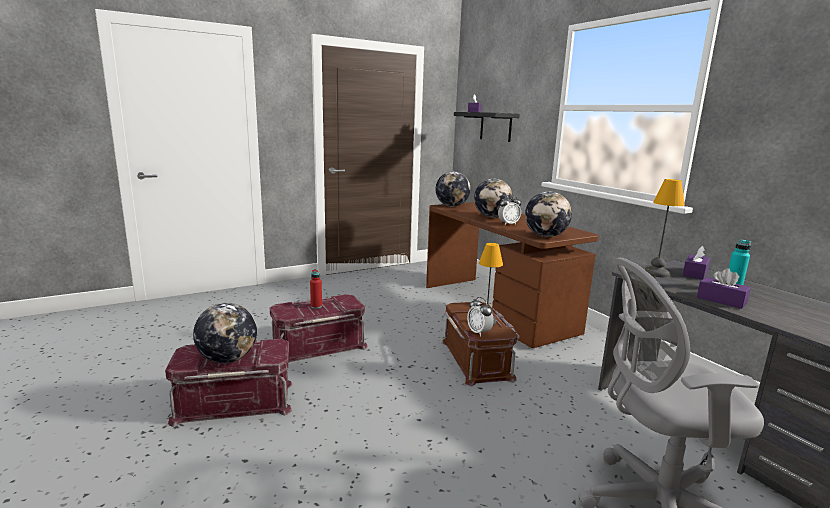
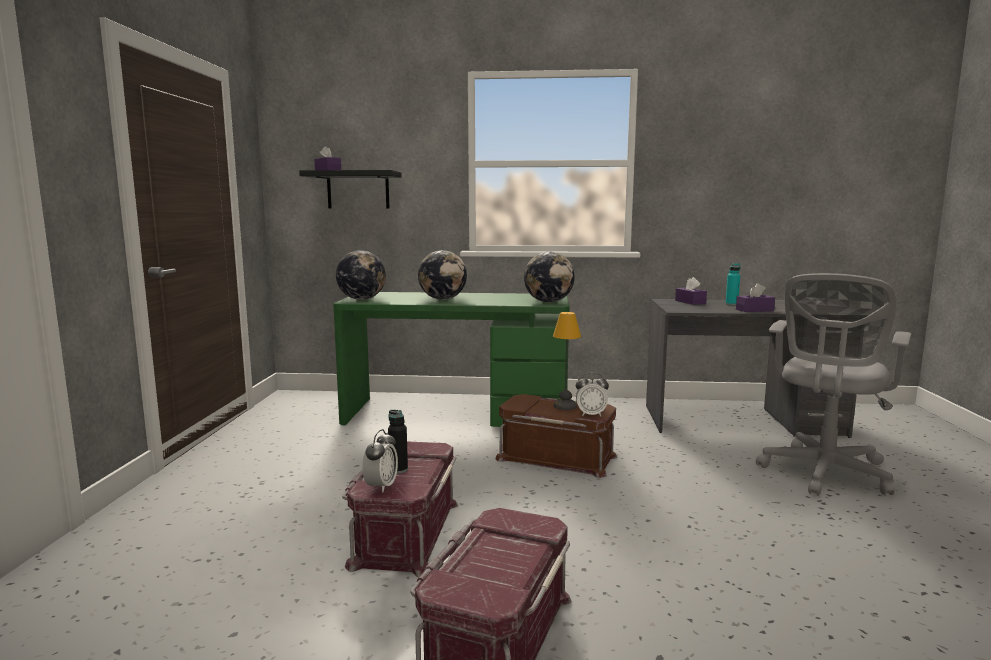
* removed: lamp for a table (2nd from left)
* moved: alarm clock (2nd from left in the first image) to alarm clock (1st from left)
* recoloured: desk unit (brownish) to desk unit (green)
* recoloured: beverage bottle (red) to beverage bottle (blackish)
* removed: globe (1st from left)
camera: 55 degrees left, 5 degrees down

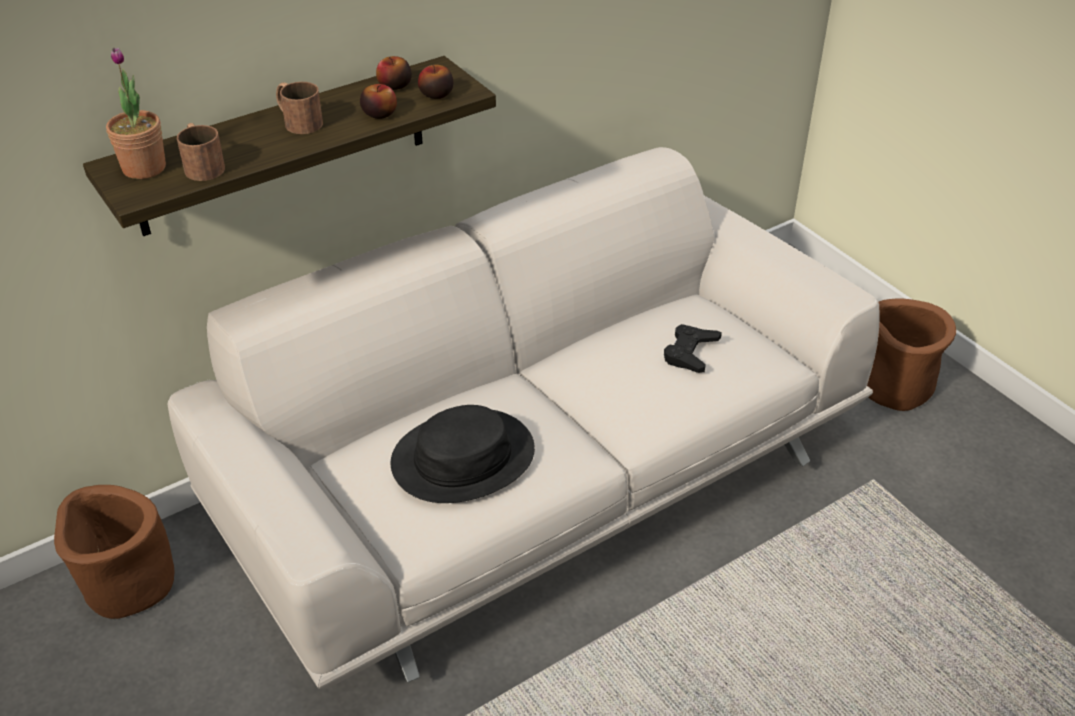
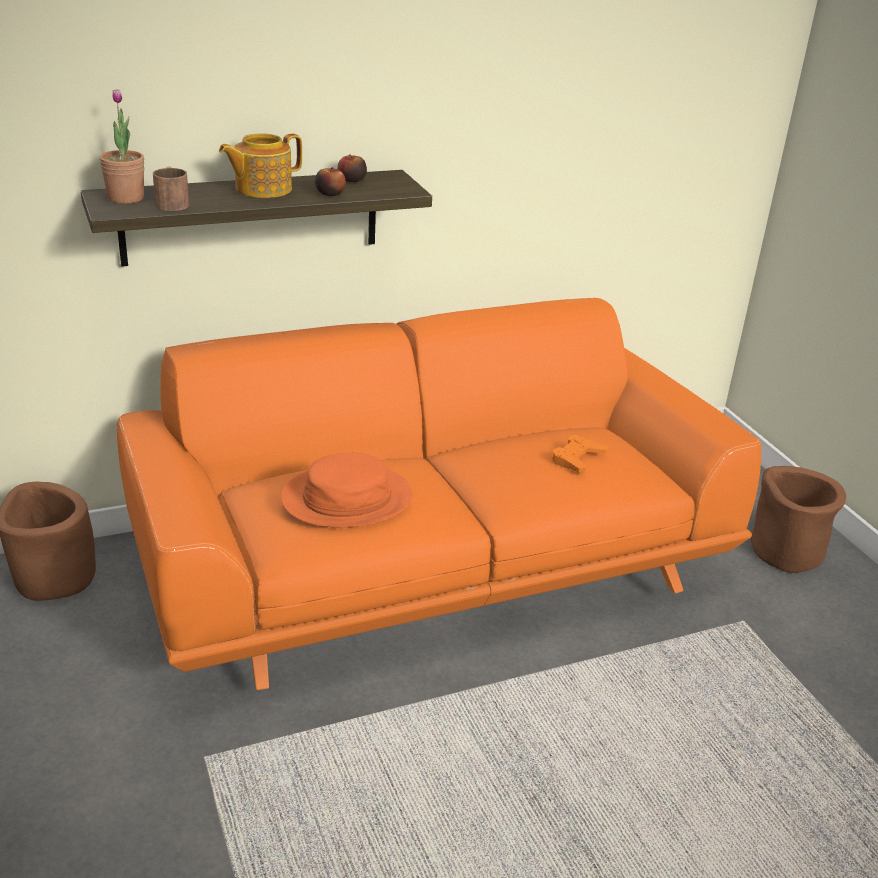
* removed: apple fruit (3rd from left)
* replaced: coffee mug (brownish) (2nd from left) to tea pot
* recoloured: couch (white-coloured) to couch (orange)
* recoloured: game controller (blackish) to game controller (orange)
* recoloured: hat (blackish) to hat (orange)
camera: 10 degrees right, 10 degrees down

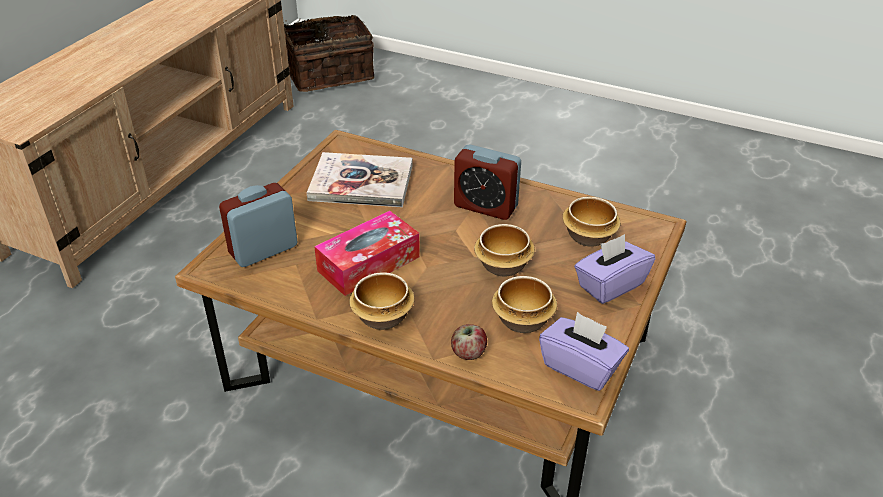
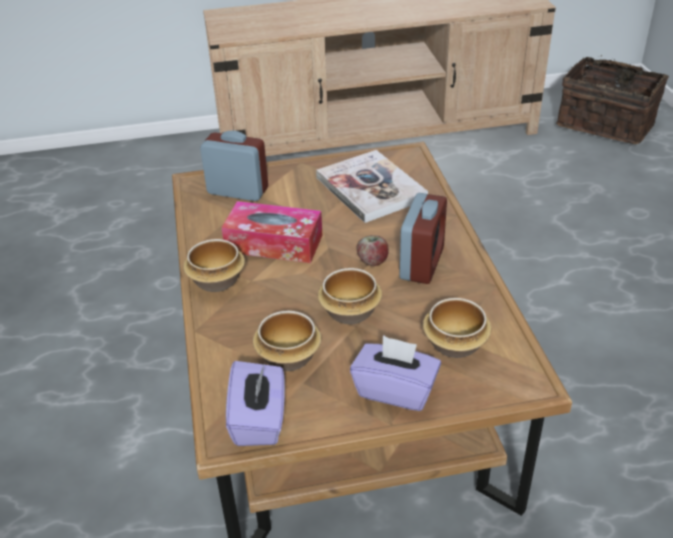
* turned: alarm clock (2nd from left) 150 degrees counterclockwise
* moved: apple fruit
camera: 55 degrees right, 0 degrees up

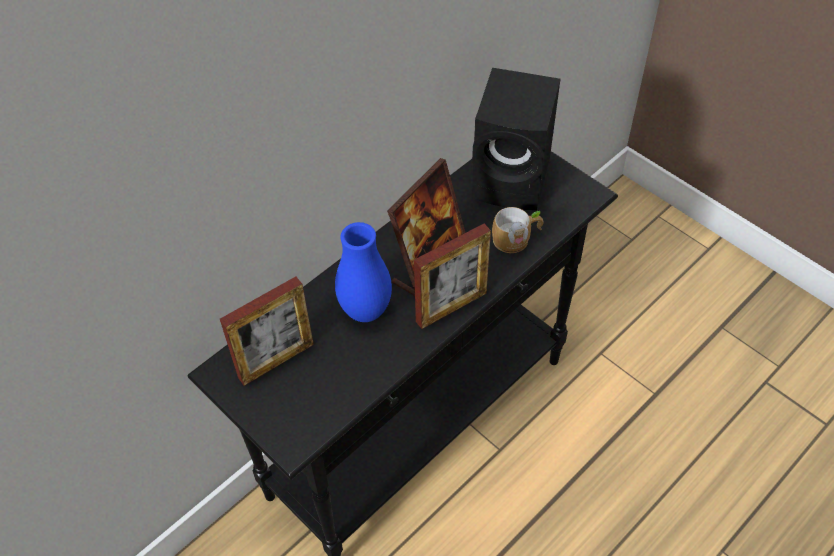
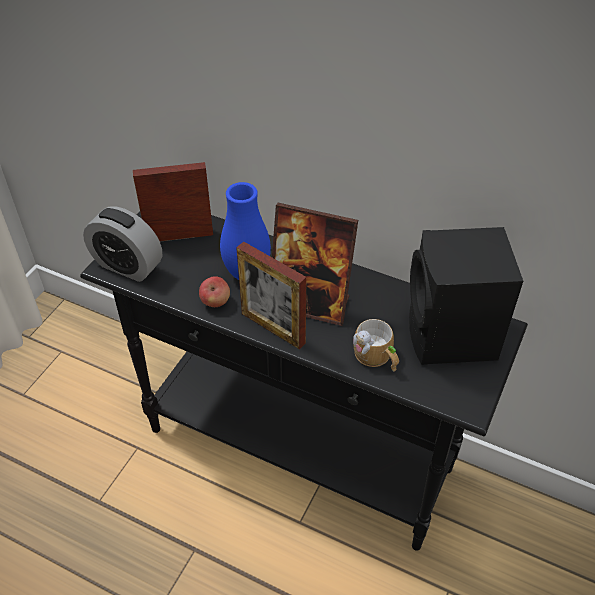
* turned: photo frame (1st from left) 135 degrees clockwise
* added: alarm clock
* added: apple fruit
camera: 70 degrees right, 5 degrees down

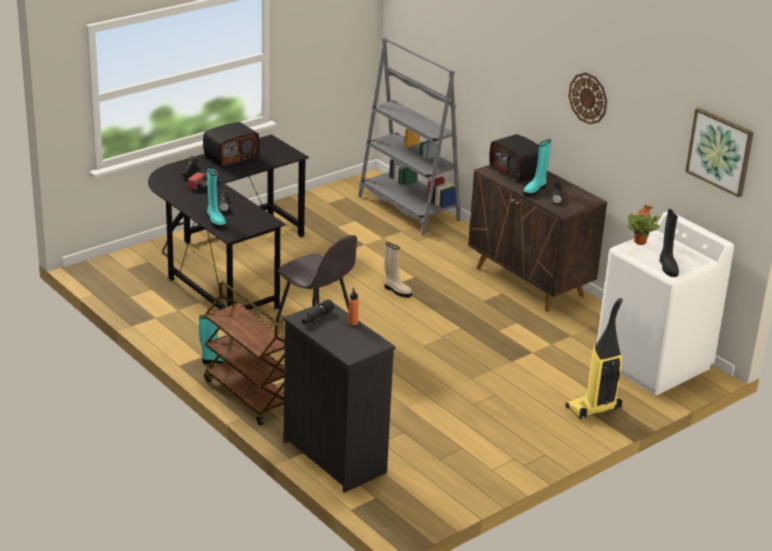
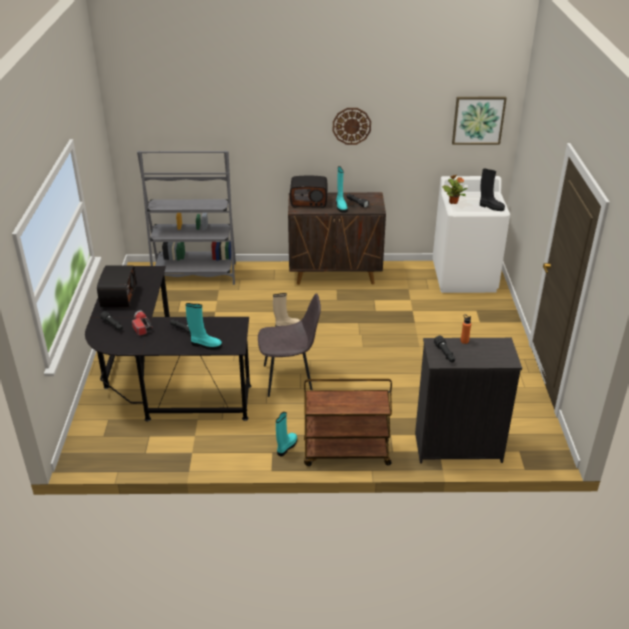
* removed: vacuum
camera: 50 degrees left, 5 degrees up

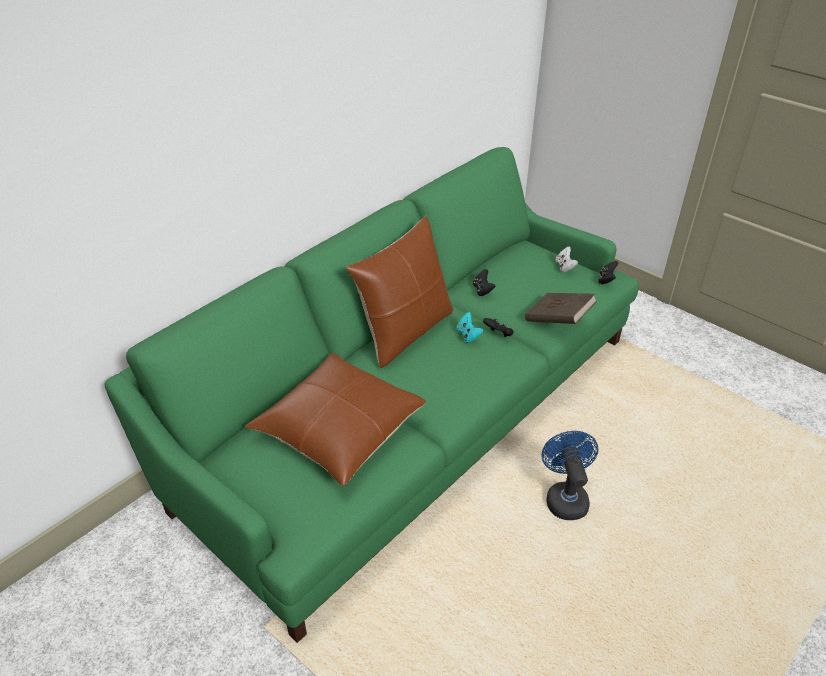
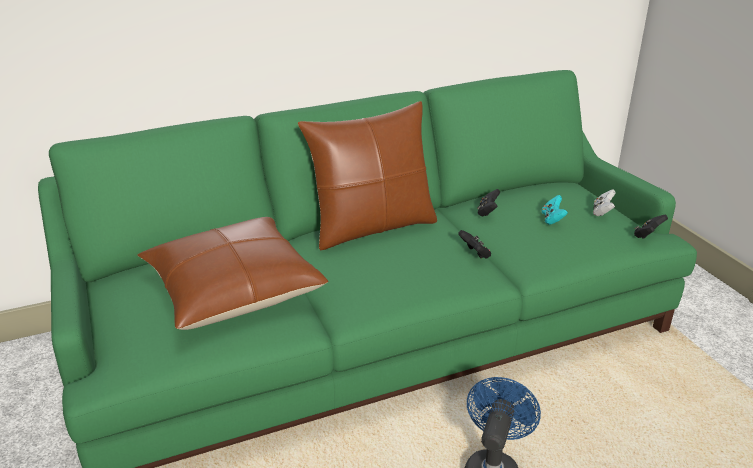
* removed: bound book (brownish)
* moved: game controller (turquoise-coloured)
camera: 25 degrees right, 10 degrees down

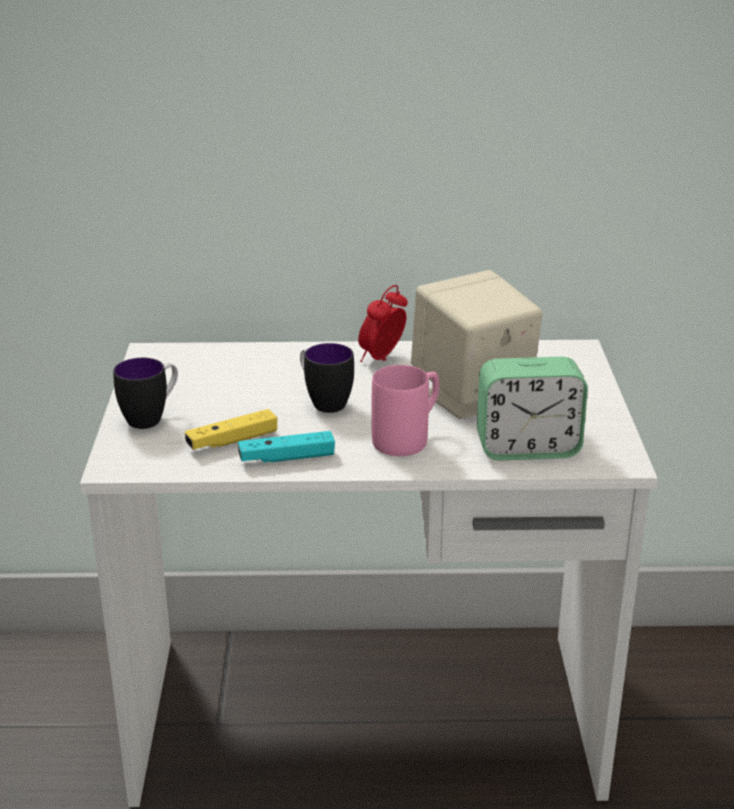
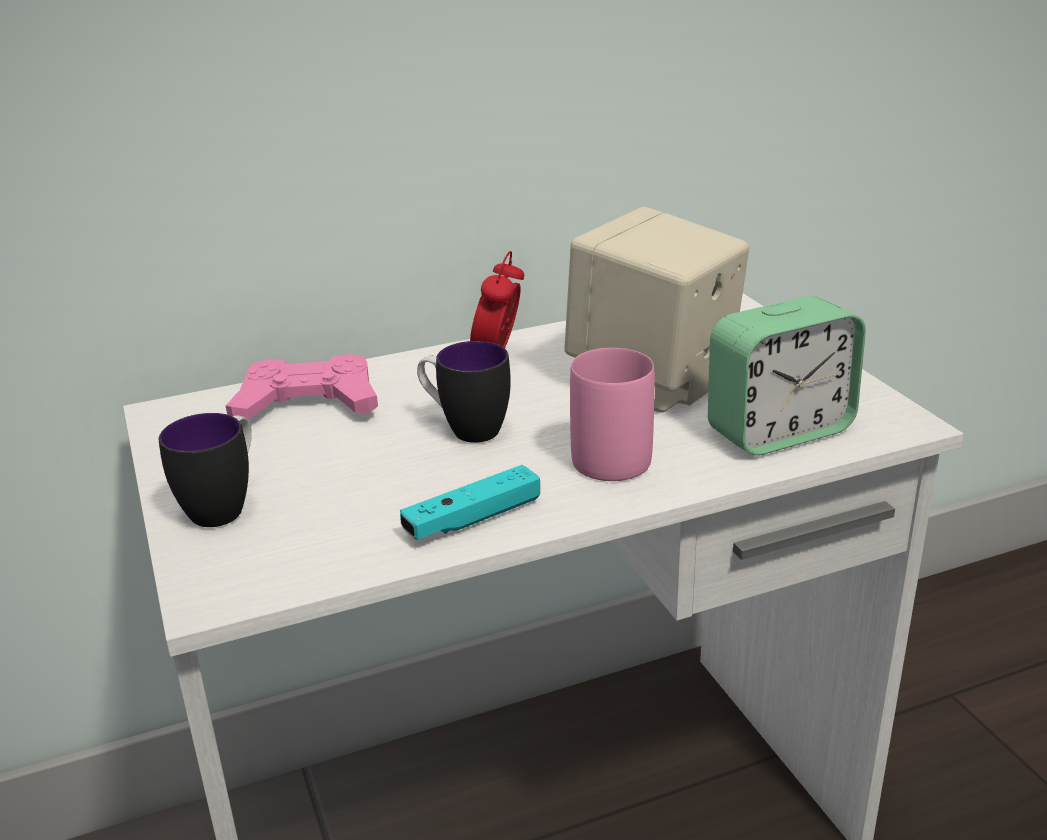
* removed: game controller (yellow)
* added: game controller (pink)
camera: 20 degrees left, 0 degrees up

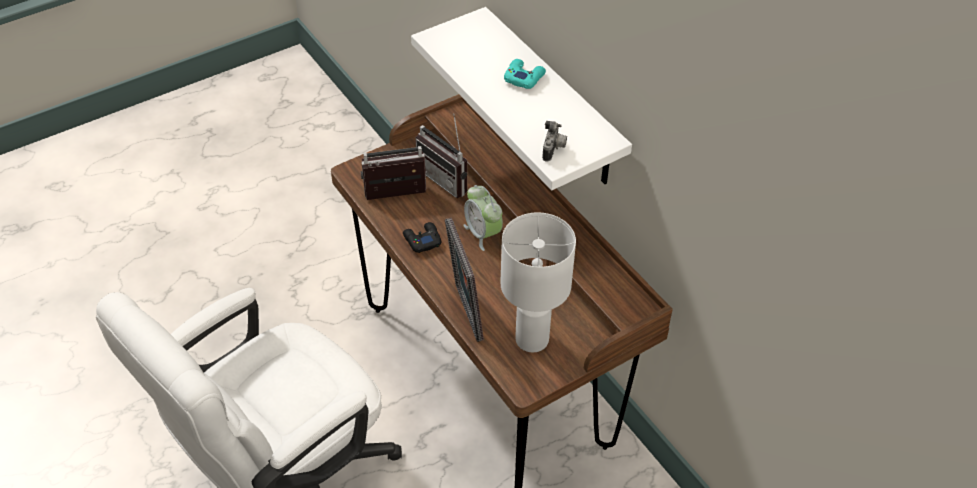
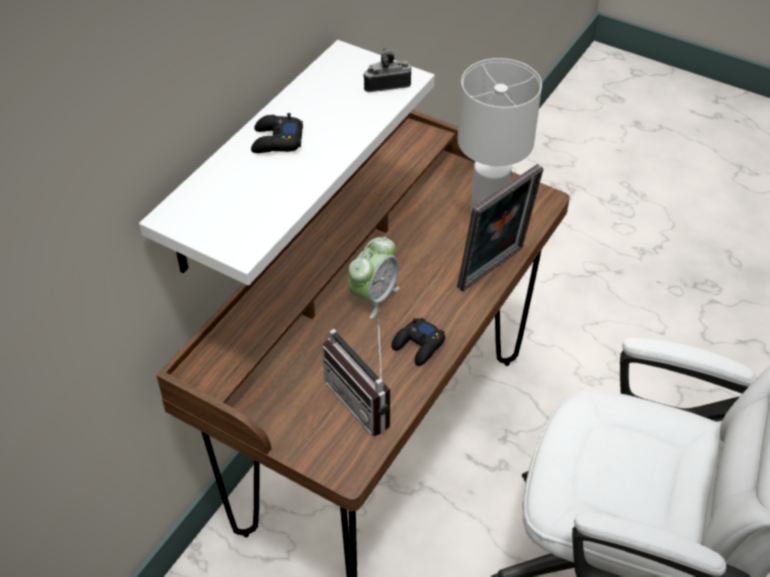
* recoloured: game controller (turquoise-coloured) to game controller (blackish) (1st from left)
* removed: radio receiver (2nd from left)
camera: 115 degrees left, 0 degrees up

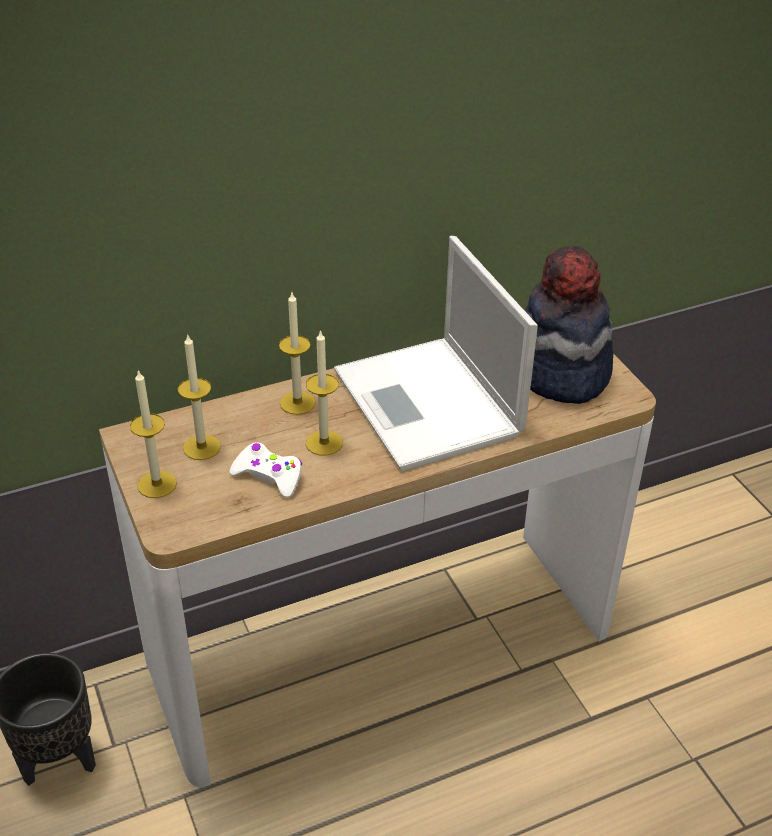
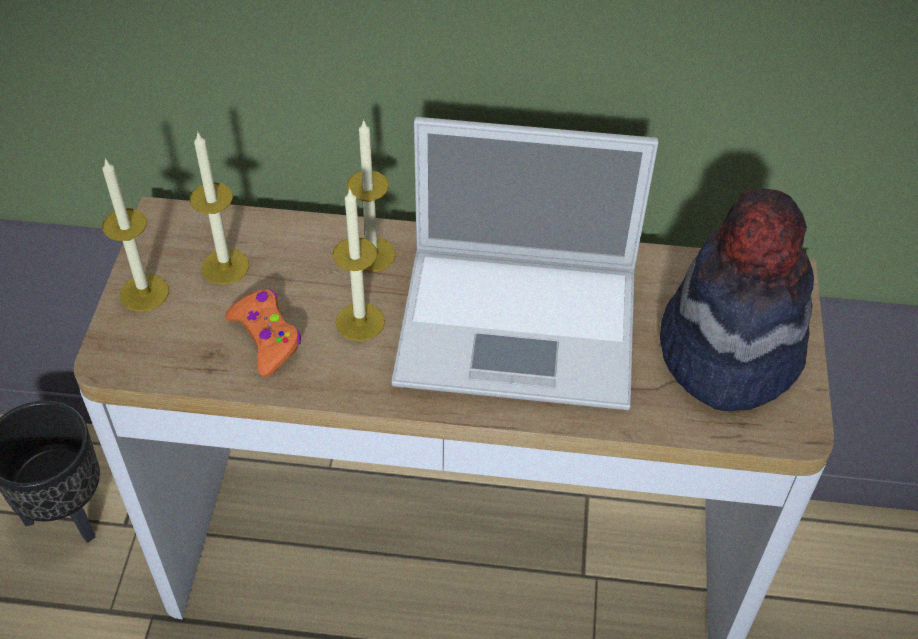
* turned: laptop 90 degrees counterclockwise
* recoloured: game controller (white-coloured) to game controller (orange)
camera: 30 degrees right, 10 degrees up

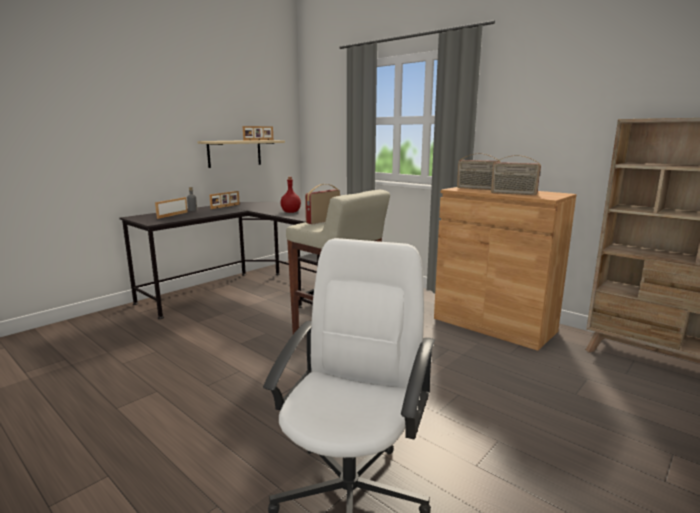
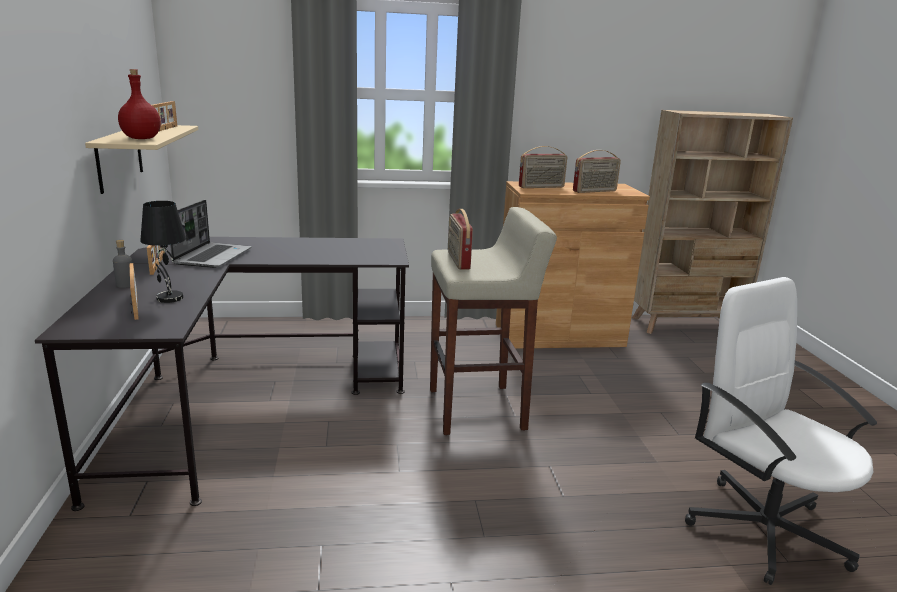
* moved: beverage bottle (red)
* added: laptop
* added: lamp for a table (blackish)
camera: 50 degrees left, 5 degrees up

